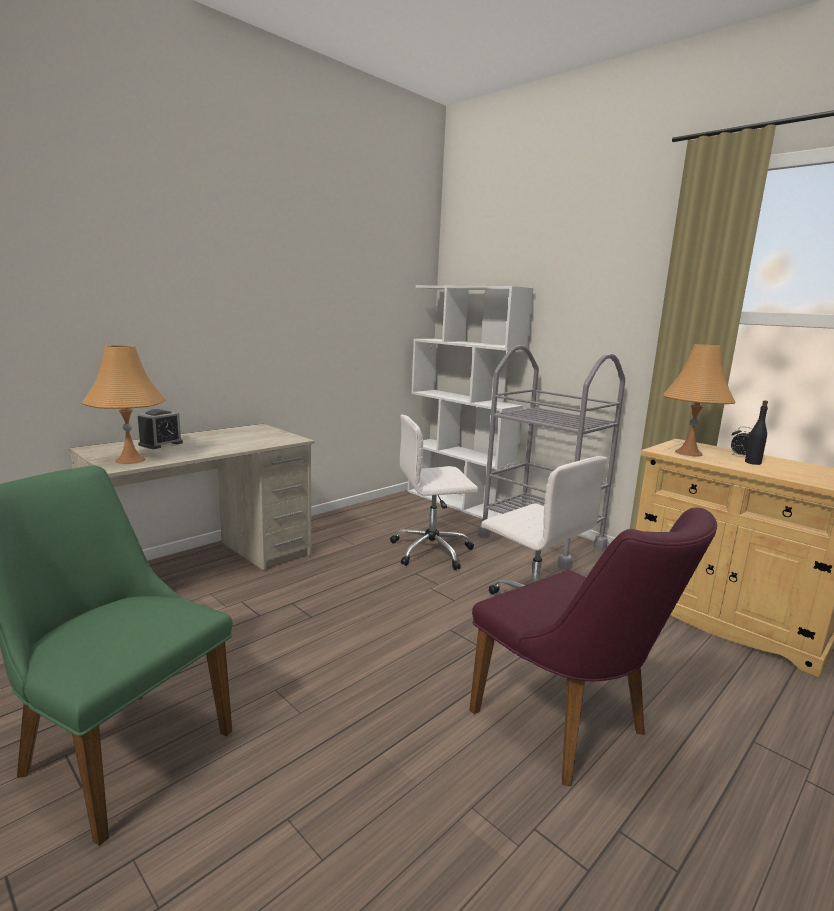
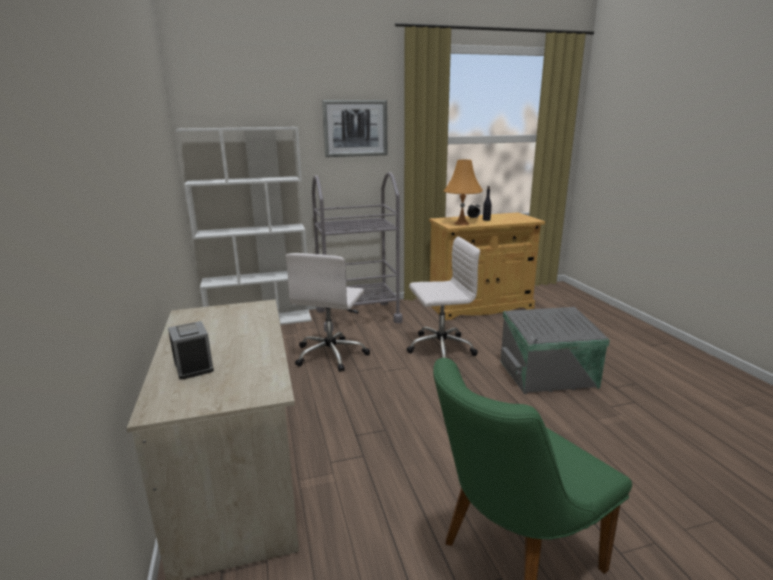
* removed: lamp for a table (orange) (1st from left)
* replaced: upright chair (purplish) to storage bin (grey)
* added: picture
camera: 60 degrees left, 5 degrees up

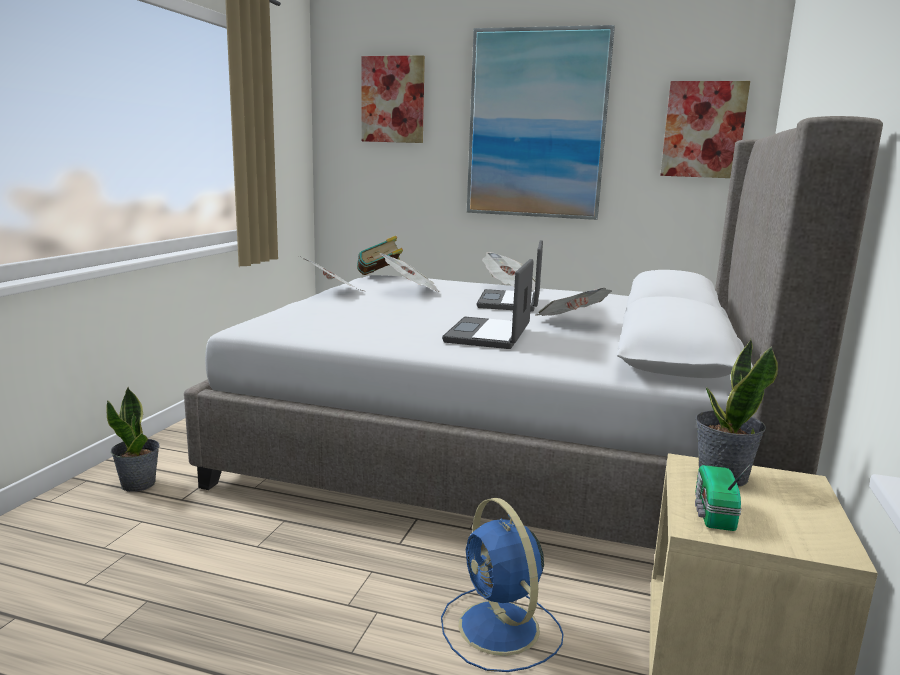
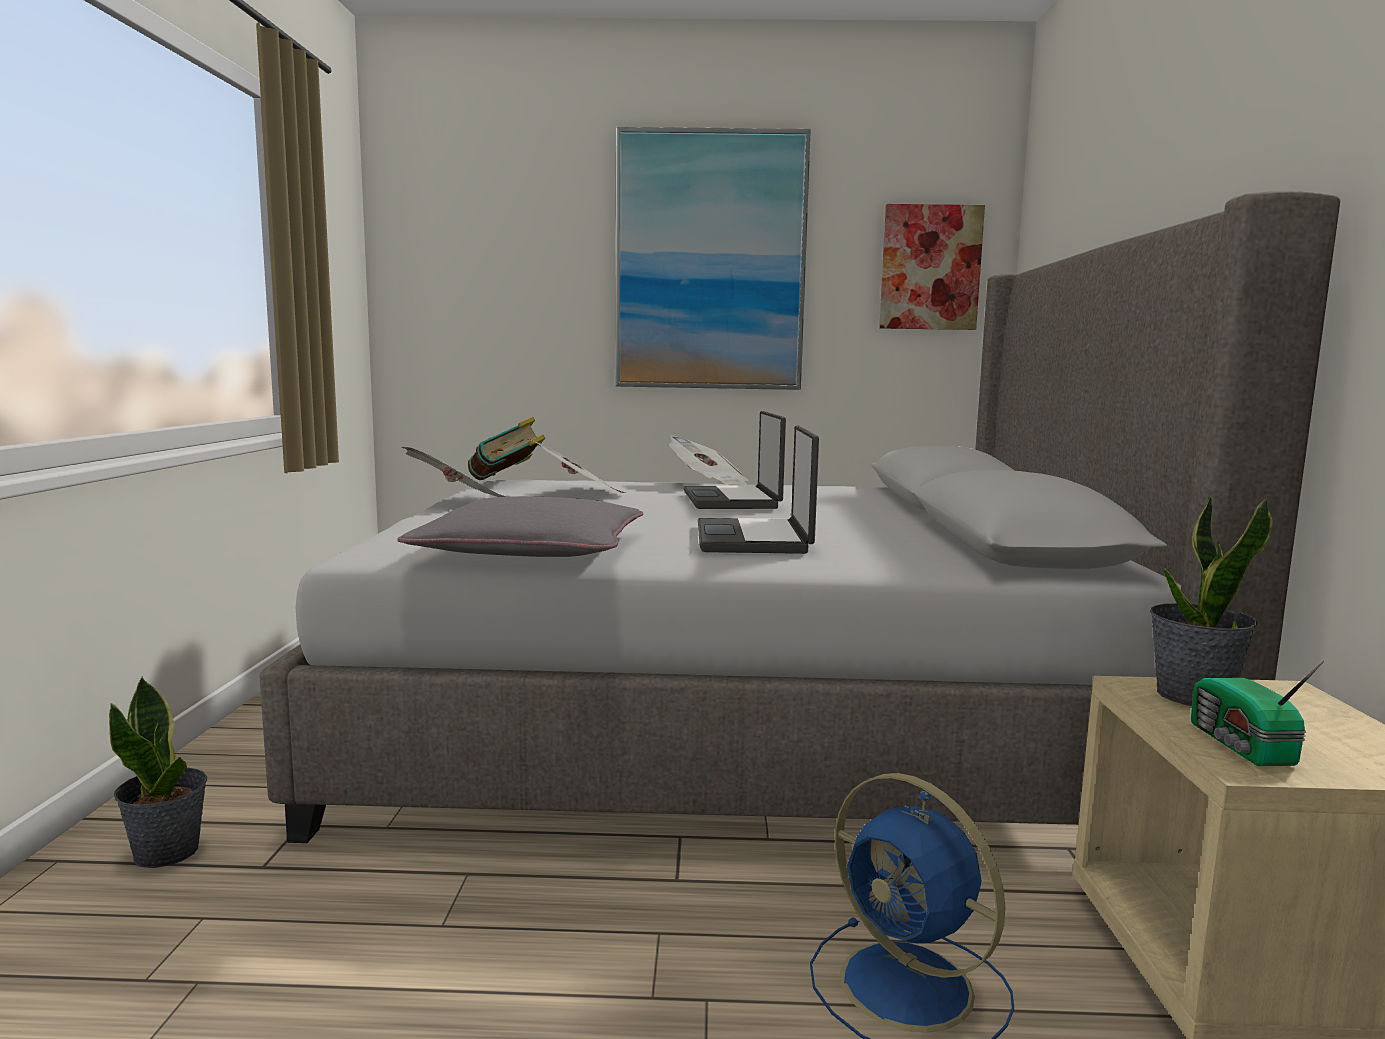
* removed: picture (1st from left)
* removed: printed paper (4th from left)
* added: throw pillow (grey)
camera: 15 degrees left, 5 degrees down

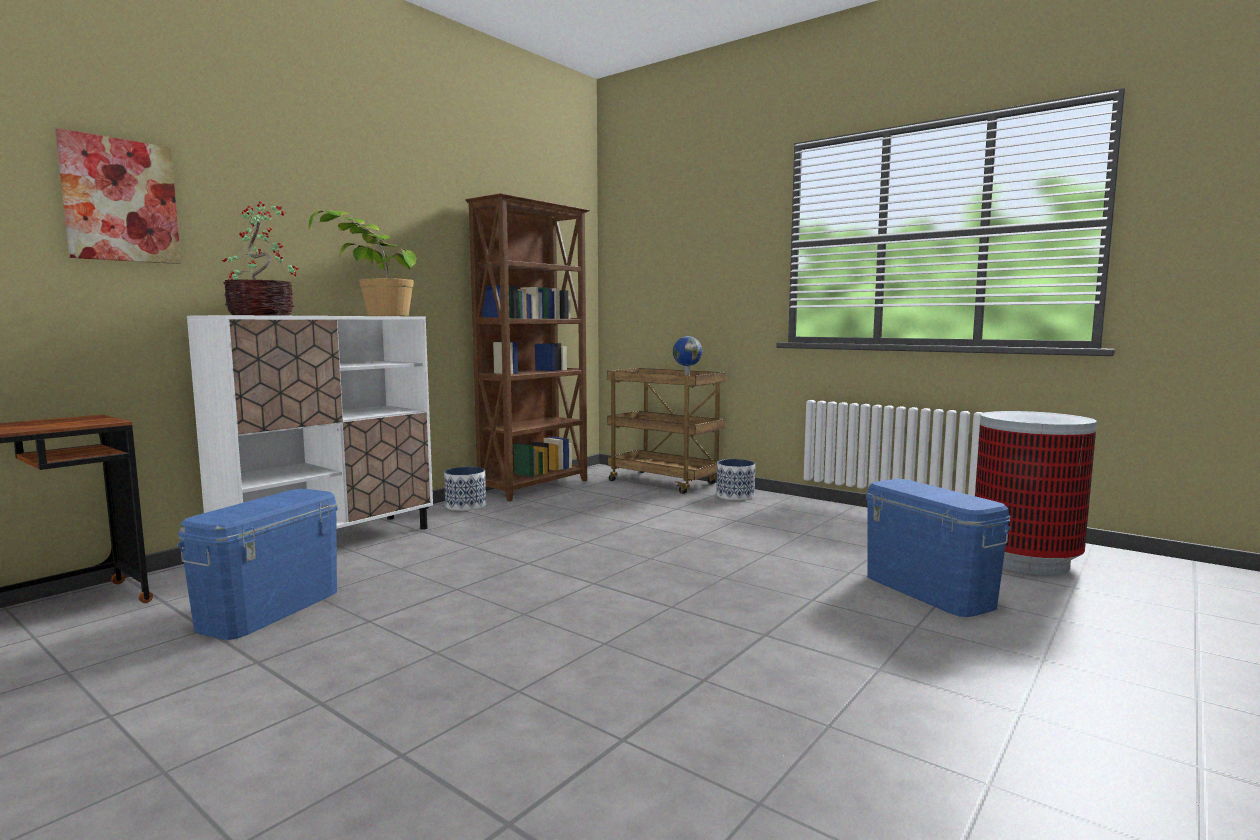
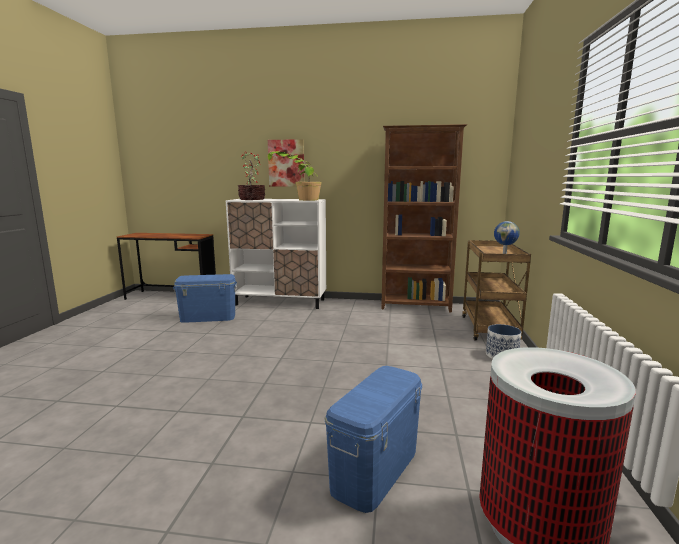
* moved: picture
* removed: plant pot (1st from left)
camera: 60 degrees right, 5 degrees up

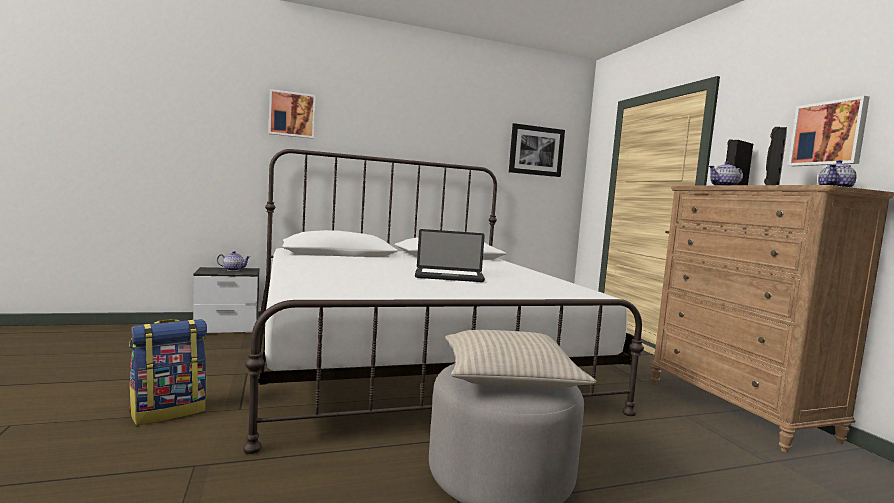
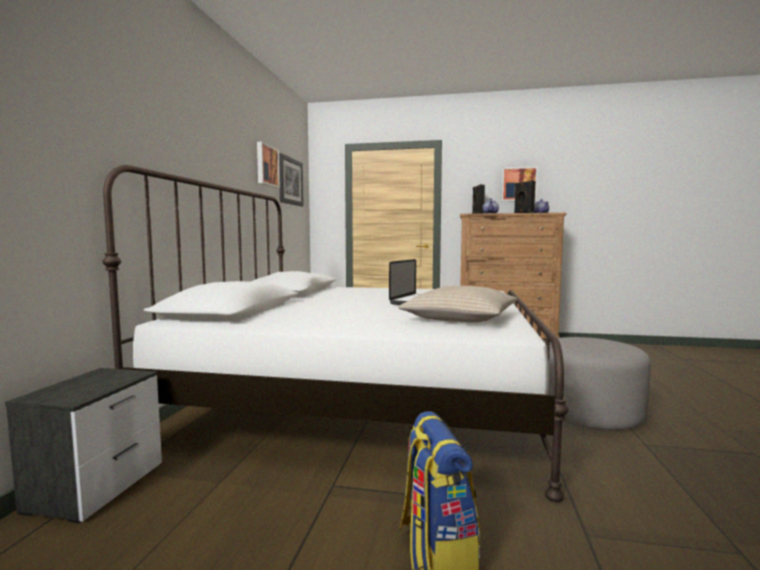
* moved: picture (1st from left)
* removed: tea pot (1st from left)
* moved: throw pillow (sand-coloured)
camera: 60 degrees left, 0 degrees up

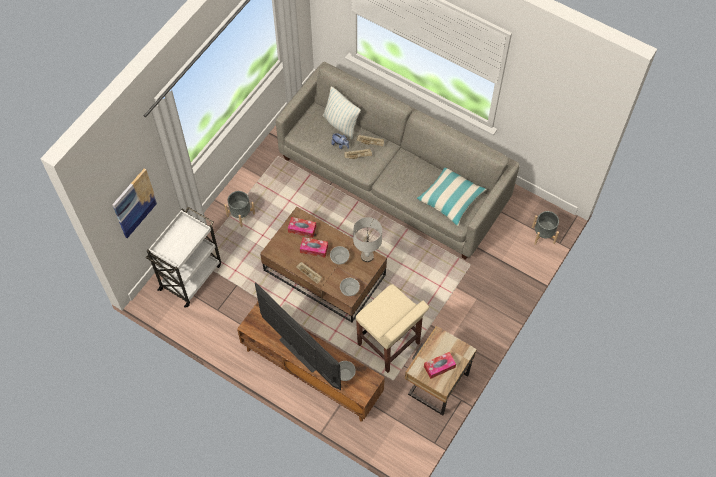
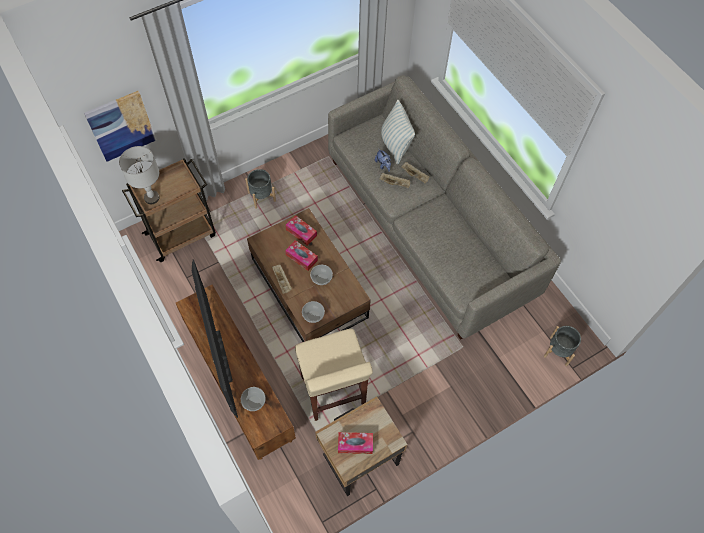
* removed: throw pillow (2nd from left)
* recoloured: wheeled cart (white-coloured) to wheeled cart (brownish)
* moved: lamp for a table (grey)
camera: 25 degrees right, 0 degrees up

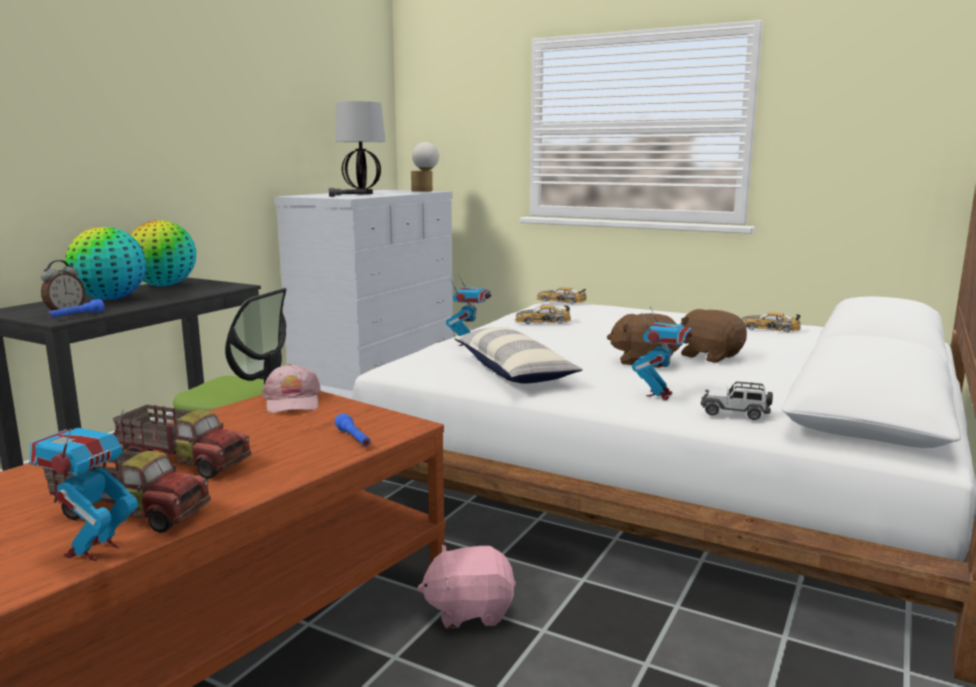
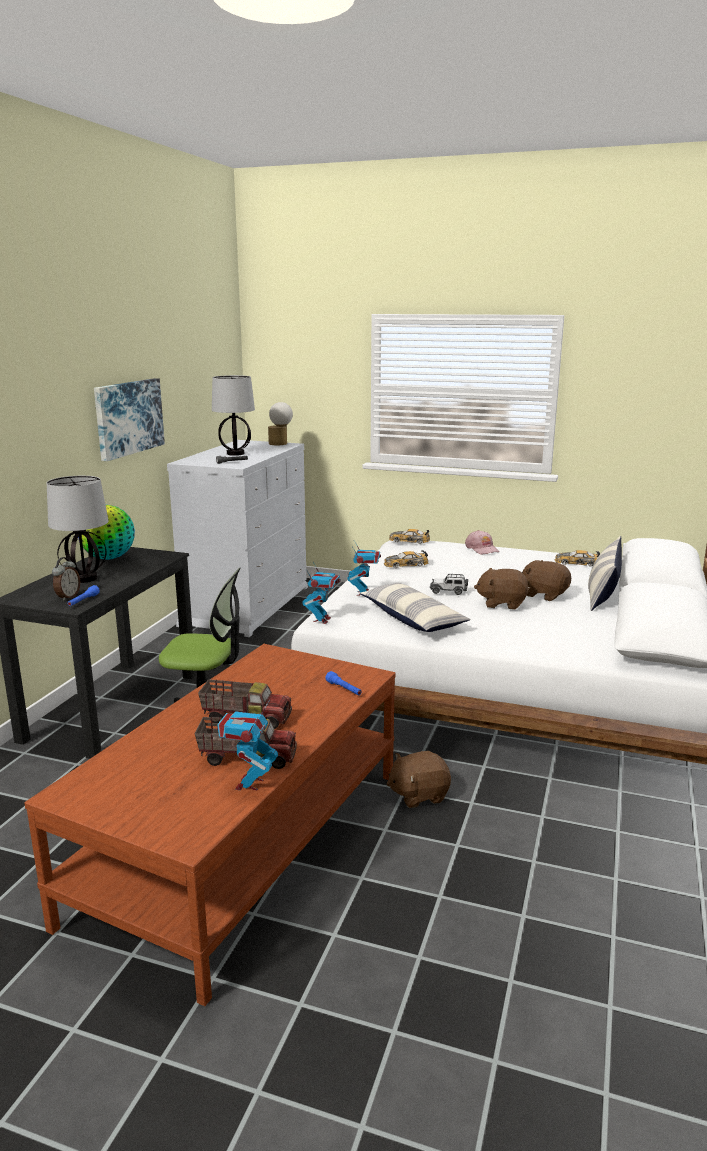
* replaced: globe (1st from left) to lamp for a table (1st from left)
* moved: model robot (3rd from left in the first image) to model robot (2nd from left)
* moved: peaked cap (pink)
* moved: model car (3rd from left)
* recoloured: plush toy (pink) to plush toy (brownish) (1st from left)
* added: picture
* added: throw pillow (2nd from left)
camera: 10 degrees left, 5 degrees up

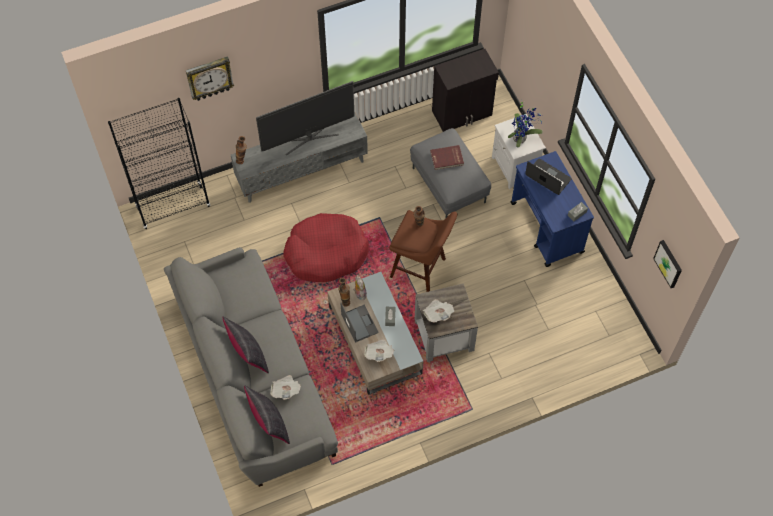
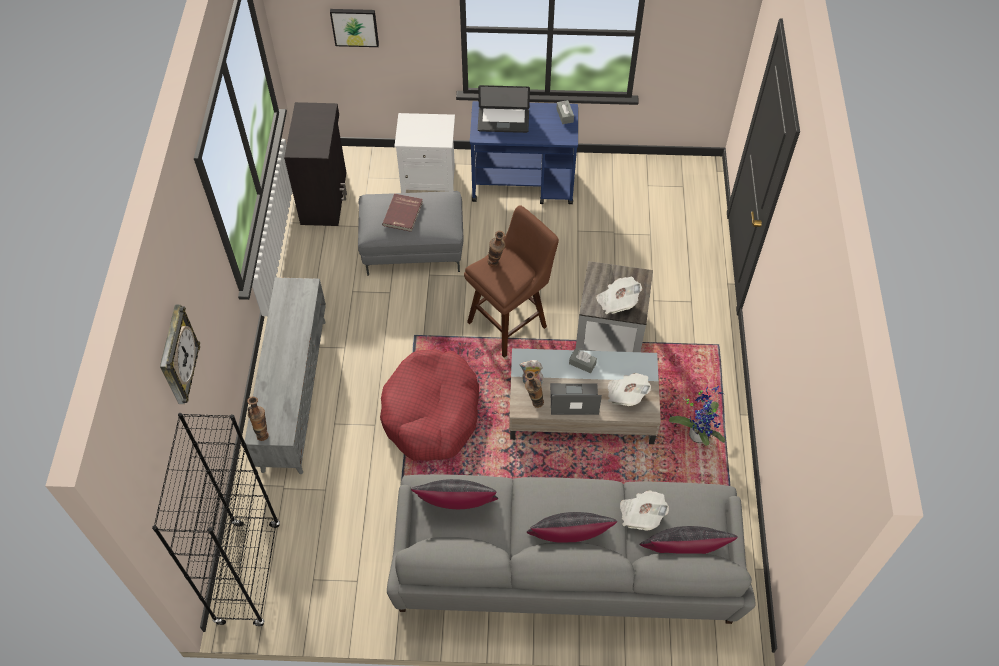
* removed: television
* moved: plant in a pot
* turned: laptop (2nd from left in the first image) 150 degrees counterclockwise
* moved: picture
* added: throw pillow (blackish) (1st from left)
camera: 65 degrees left, 5 degrees down

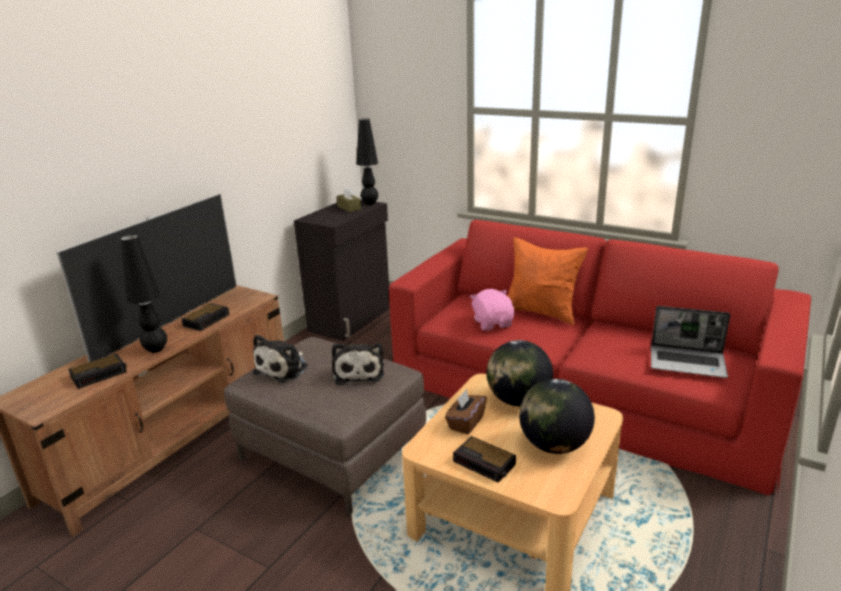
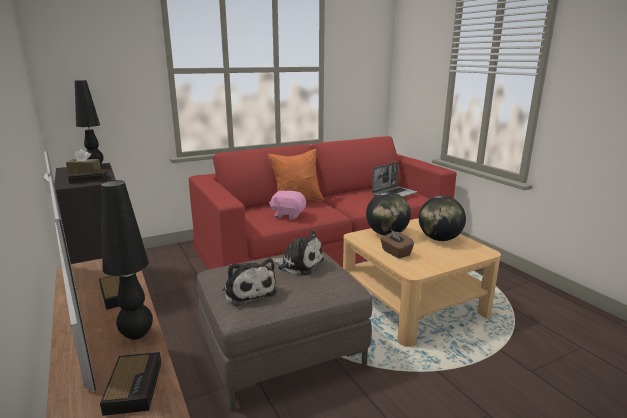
* moved: alarm clock (3rd from left in the first image) to alarm clock (1st from left)
camera: 60 degrees left, 5 degrees down

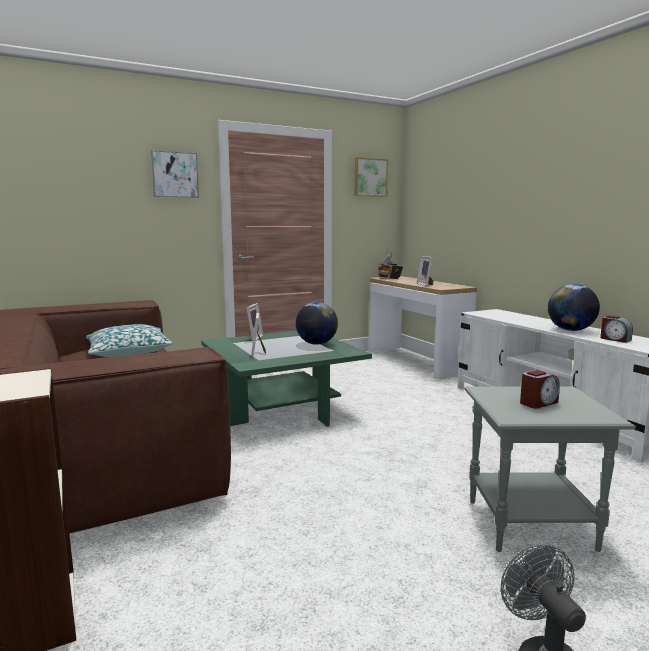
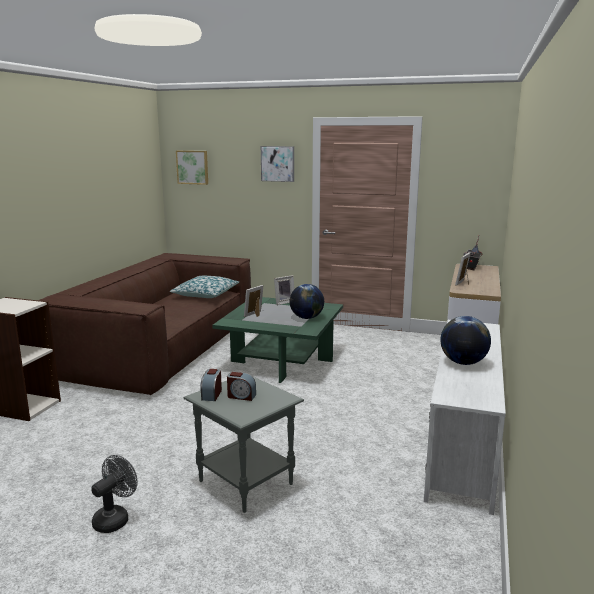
* moved: picture (2nd from left in the first image) to picture (1st from left)
* moved: alarm clock (2nd from left in the first image) to alarm clock (1st from left)
camera: 45 degrees right, 5 degrees up

